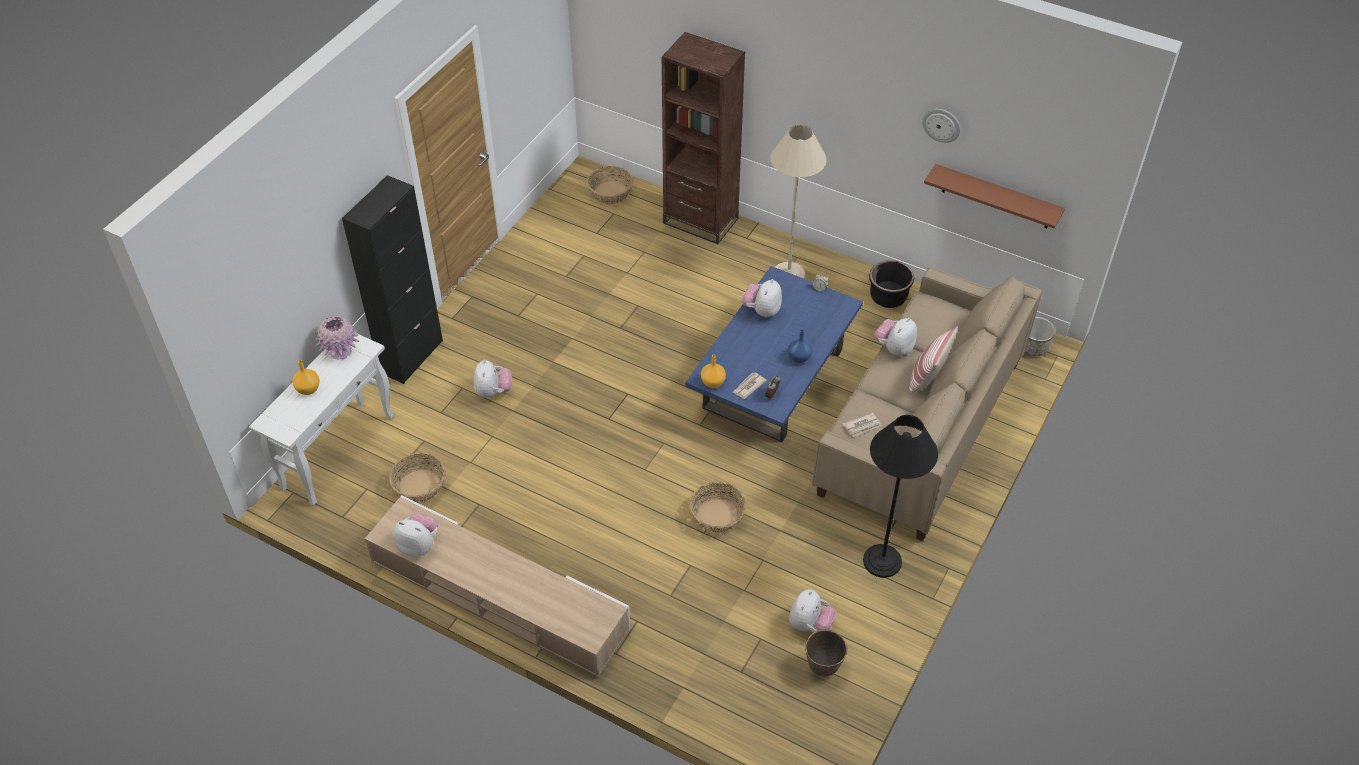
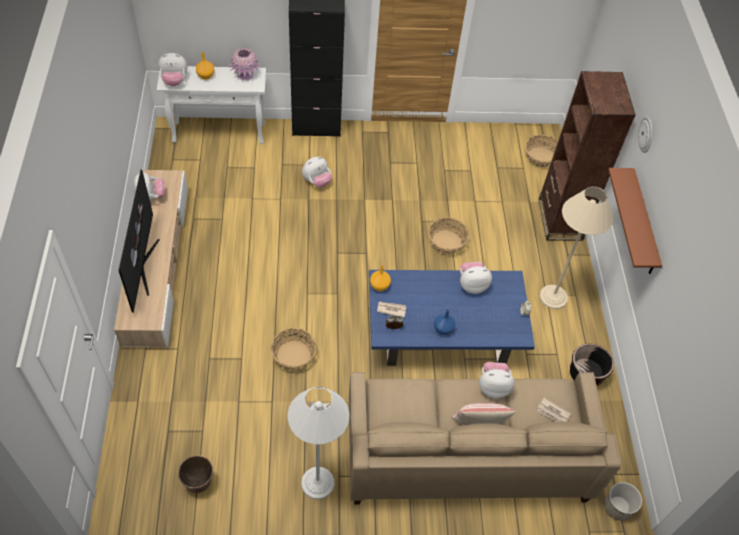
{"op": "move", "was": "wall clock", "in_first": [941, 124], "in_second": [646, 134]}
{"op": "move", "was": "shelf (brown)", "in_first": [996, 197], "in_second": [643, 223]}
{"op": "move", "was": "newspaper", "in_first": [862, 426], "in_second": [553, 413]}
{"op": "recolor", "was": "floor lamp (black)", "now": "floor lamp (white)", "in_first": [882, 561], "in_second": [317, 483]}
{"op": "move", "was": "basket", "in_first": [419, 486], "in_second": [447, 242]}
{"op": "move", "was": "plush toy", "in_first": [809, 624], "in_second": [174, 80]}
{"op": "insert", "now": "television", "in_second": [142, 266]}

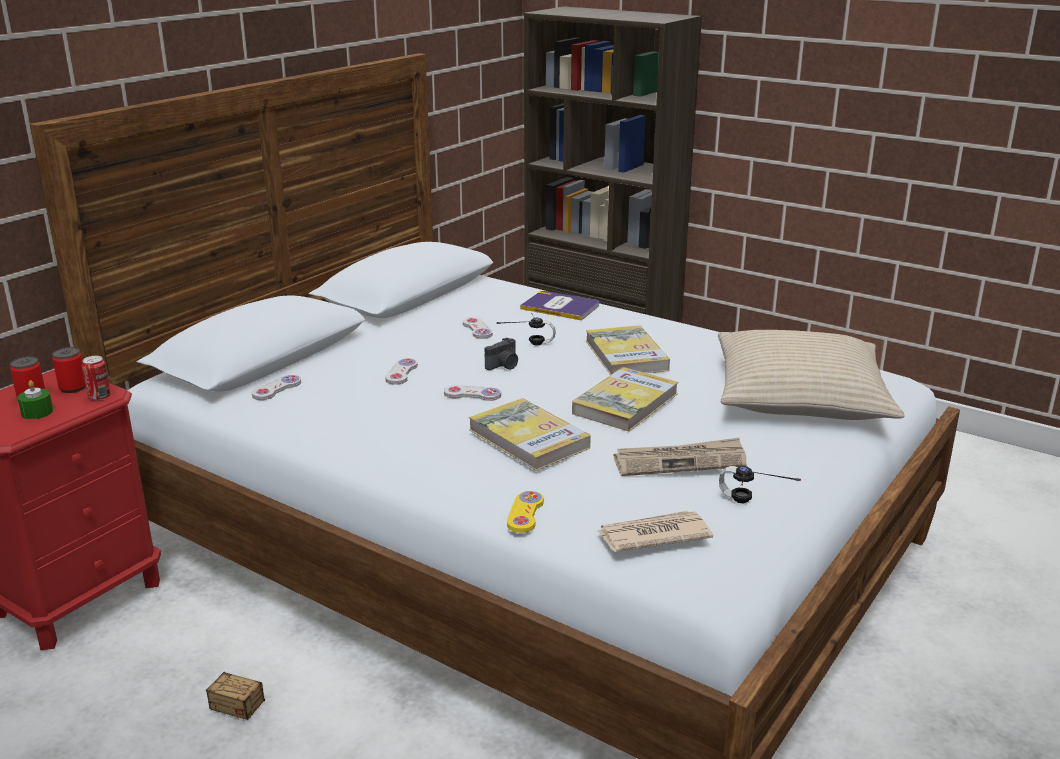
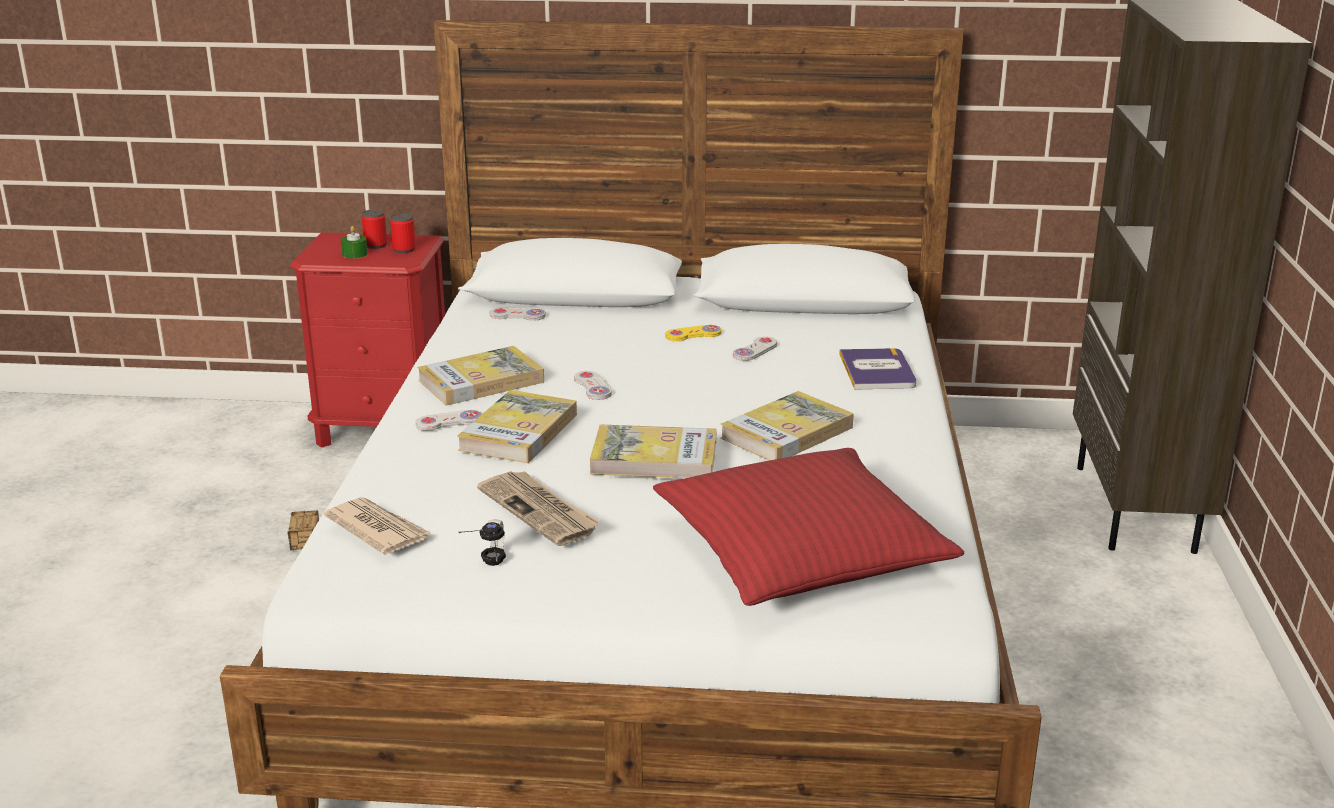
{"op": "delete", "was": "headphones", "in_first": [526, 341]}
{"op": "recolor", "was": "pillow (beige)", "now": "pillow (red)", "in_first": [799, 396], "in_second": [802, 551]}
{"op": "delete", "was": "photo camera", "in_first": [504, 366]}
{"op": "delete", "was": "can", "in_first": [99, 397]}
{"op": "move", "was": "game controller (white)", "in_first": [401, 373], "in_second": [449, 422]}
{"op": "move", "was": "game controller (yellow)", "in_first": [525, 513], "in_second": [693, 335]}
{"op": "insert", "now": "book", "in_second": [481, 381]}

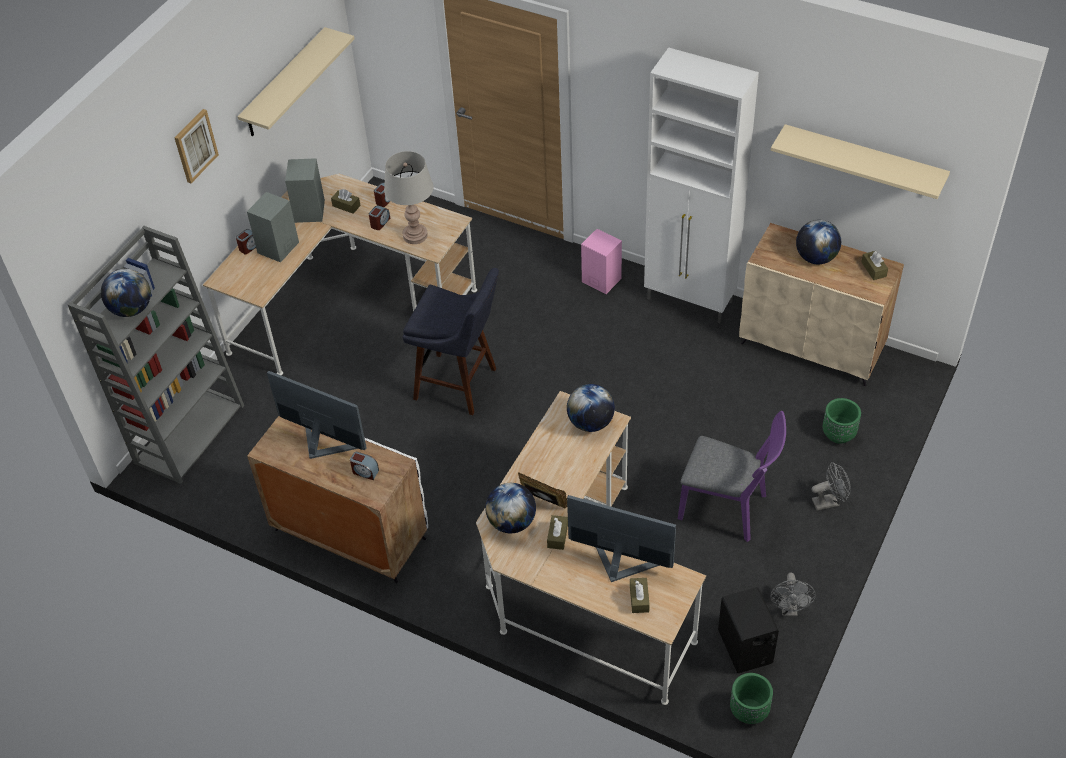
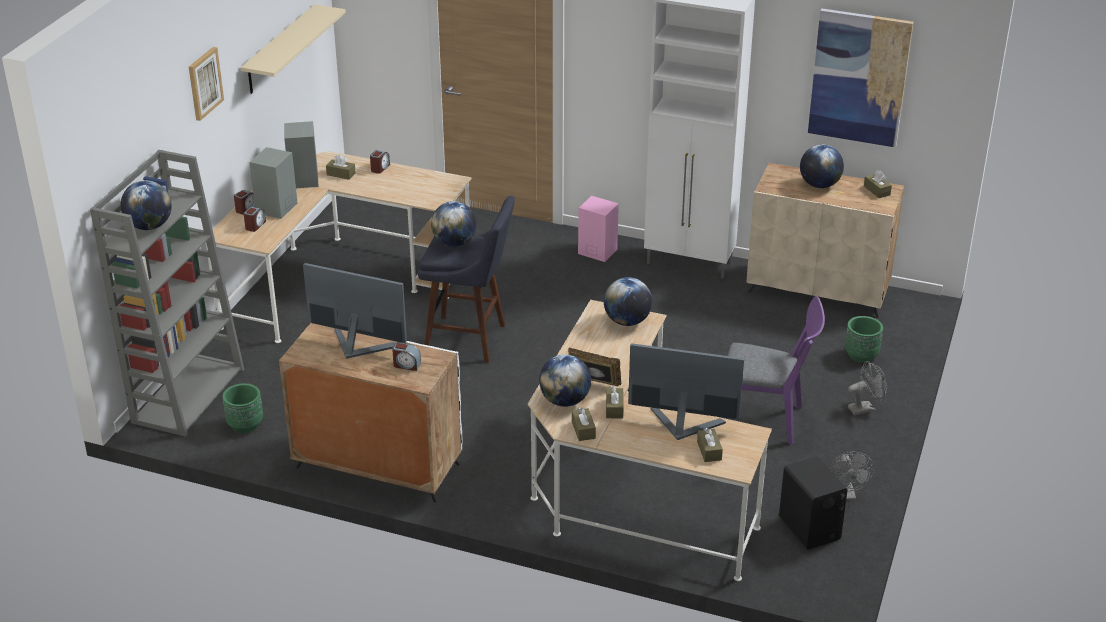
{"op": "replace", "was": "shelf (beige)", "now": "picture", "in_first": [863, 161], "in_second": [859, 77]}
{"op": "delete", "was": "table lamp (grey)", "in_first": [415, 235]}
{"op": "move", "was": "alarm clock", "in_first": [380, 223], "in_second": [255, 225]}
{"op": "move", "was": "planter (green)", "in_first": [749, 710], "in_second": [245, 425]}
{"op": "insert", "now": "globe", "in_second": [454, 243]}
{"op": "insert", "now": "tissue box (brown)", "in_second": [583, 430]}

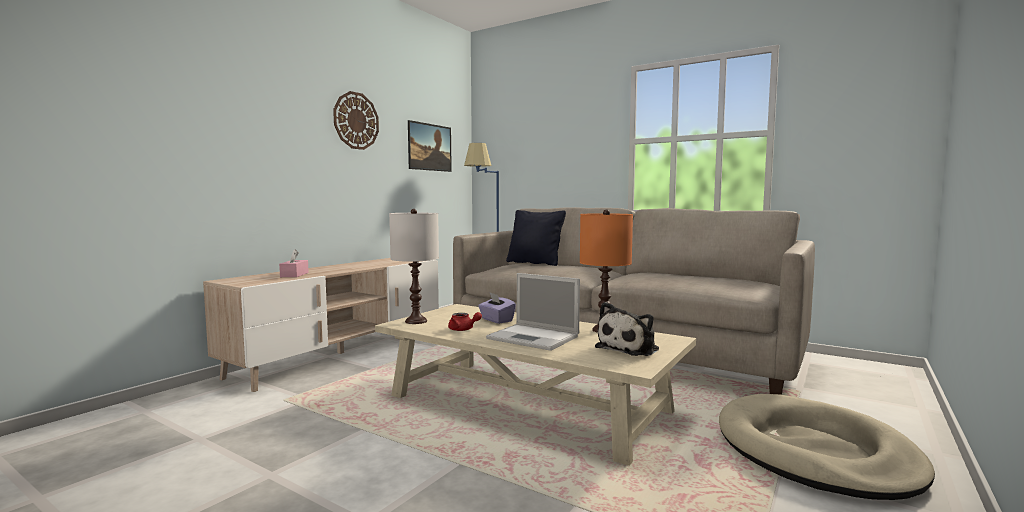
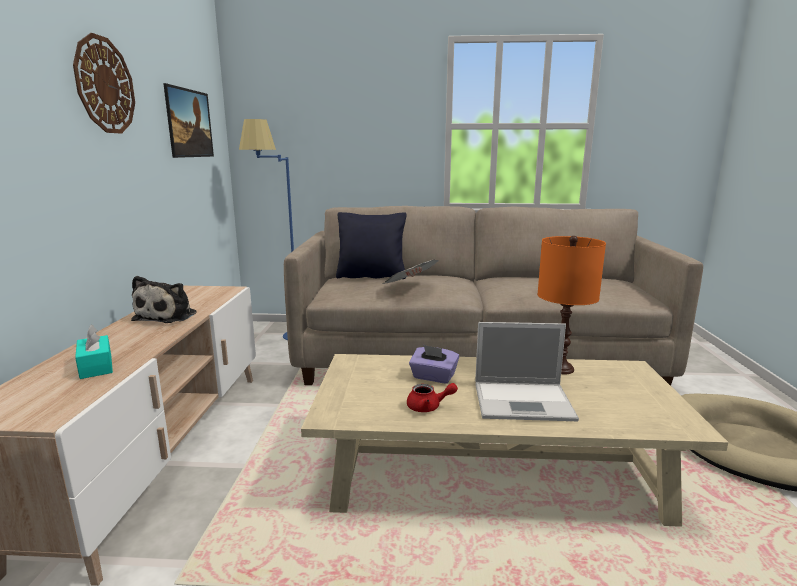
{"op": "delete", "was": "table lamp (white)", "in_first": [415, 321]}
{"op": "recolor", "was": "tissue box (pink)", "now": "tissue box (turquoise)", "in_first": [294, 275], "in_second": [96, 366]}
{"op": "move", "was": "plush toy", "in_first": [630, 348], "in_second": [168, 316]}
{"op": "insert", "now": "newspaper", "in_second": [409, 287]}

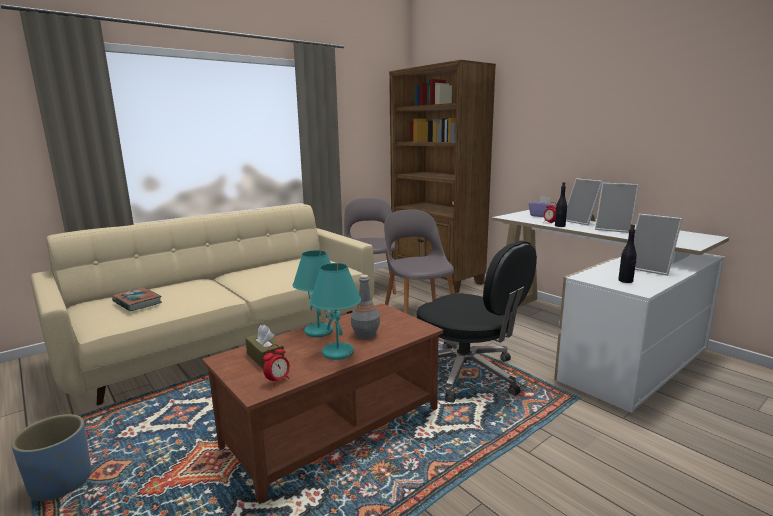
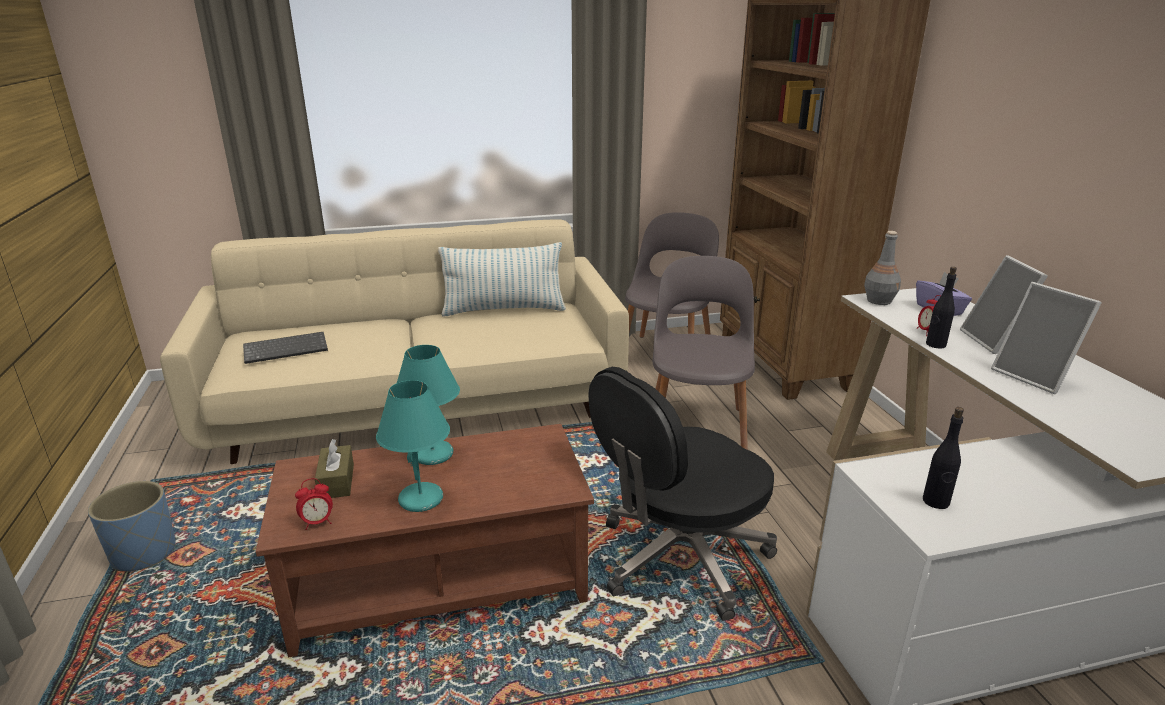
{"op": "delete", "was": "picture frame", "in_first": [650, 269]}
{"op": "rotate", "was": "office chair (black)", "in_first": [467, 374], "in_second": [680, 559], "clockwise": 75}
{"op": "move", "was": "bottle (grey)", "in_first": [365, 334], "in_second": [879, 300]}
{"op": "replace", "was": "book", "now": "keyboard", "in_first": [137, 302], "in_second": [287, 349]}
{"op": "insert", "now": "pillow", "in_second": [504, 310]}

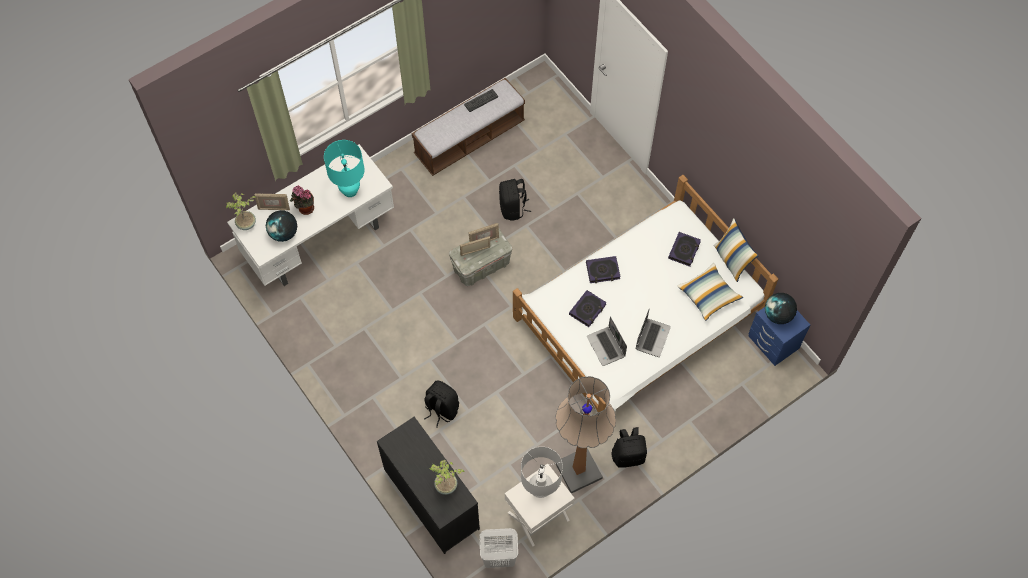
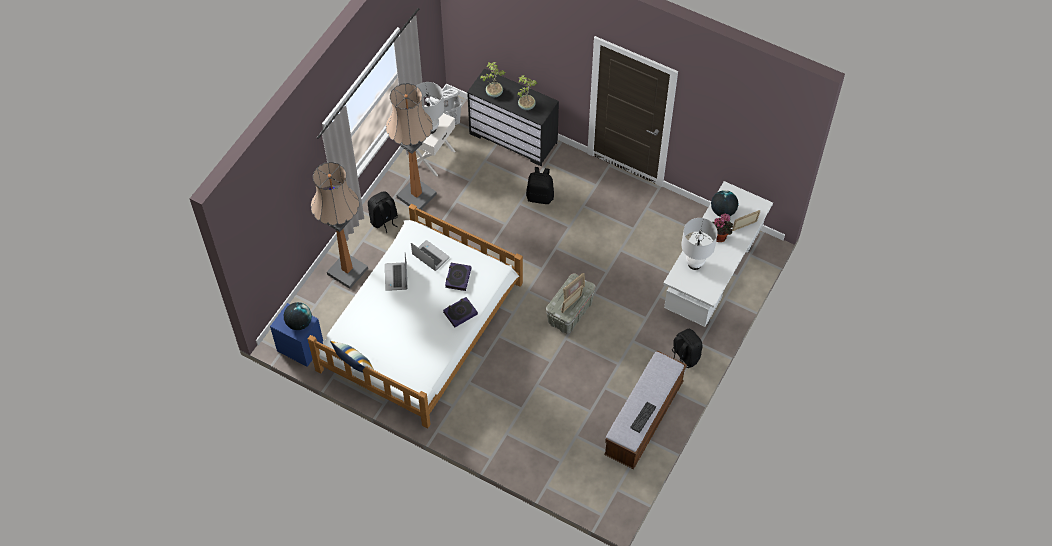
{"op": "recolor", "was": "table lamp (turquoise)", "now": "table lamp (white)", "in_first": [350, 191], "in_second": [694, 264]}
{"op": "move", "was": "backpack (black)", "in_first": [513, 208], "in_second": [684, 356]}
{"op": "move", "was": "potted plant", "in_first": [247, 224], "in_second": [526, 105]}
{"op": "delete", "was": "book", "in_first": [684, 250]}
{"op": "delete", "was": "pillow", "in_first": [708, 295]}
{"op": "insert", "now": "floor lamp", "in_second": [347, 271]}

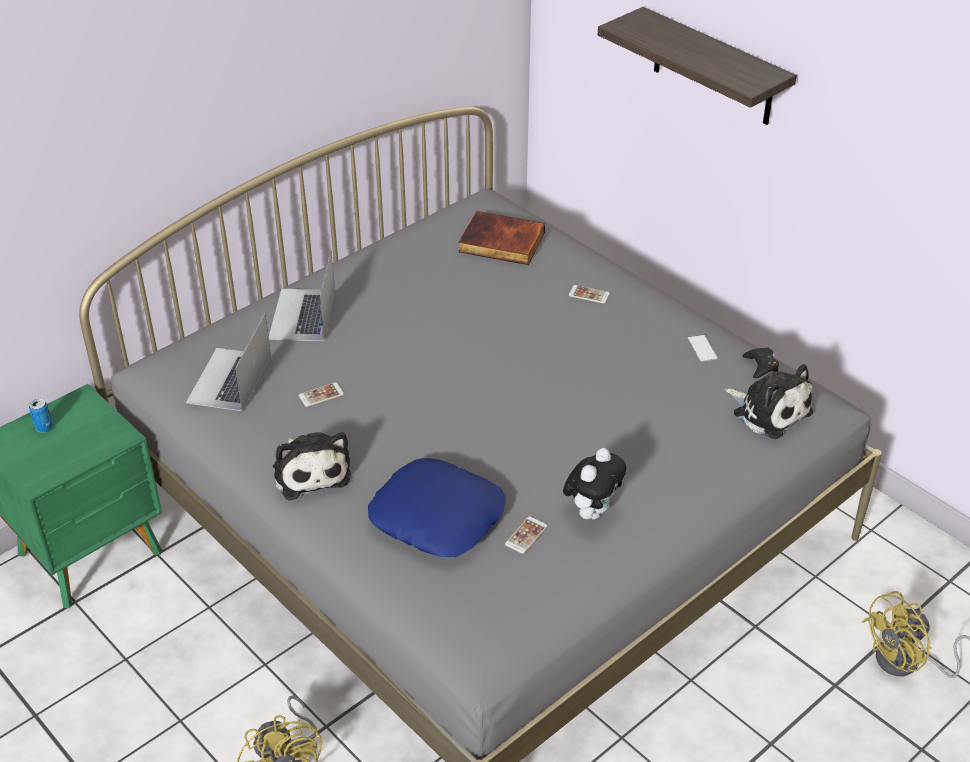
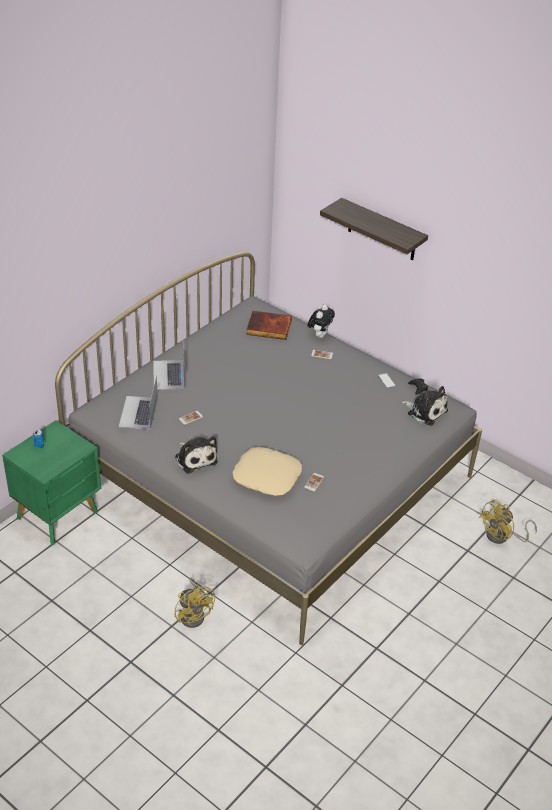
{"op": "move", "was": "plush toy", "in_first": [592, 511], "in_second": [319, 335]}
{"op": "recolor", "was": "pillow (blue)", "now": "pillow (beige)", "in_first": [438, 516], "in_second": [267, 476]}

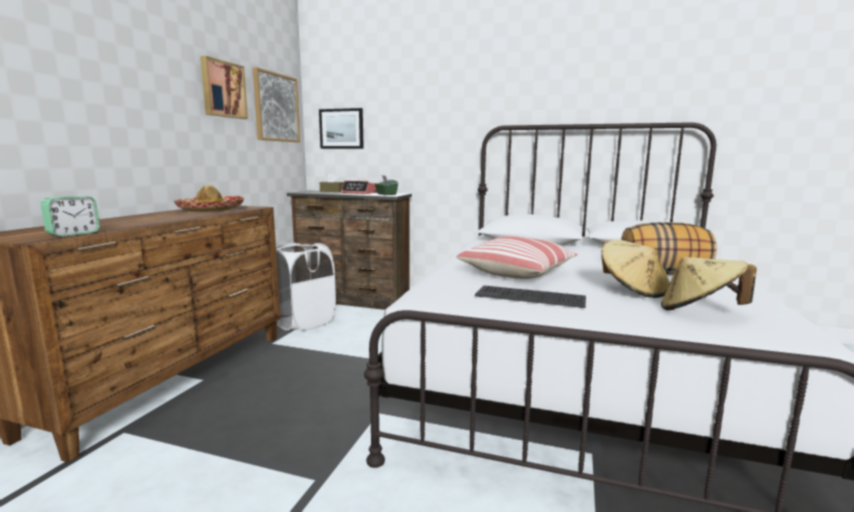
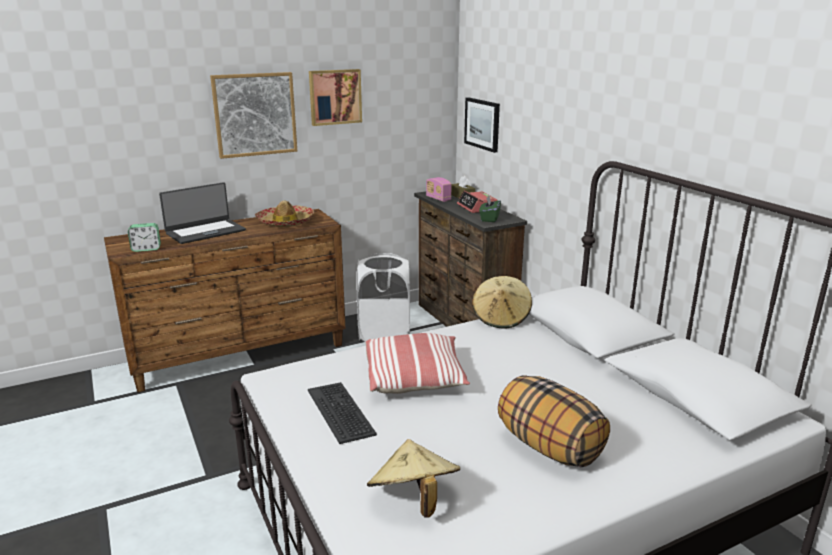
{"op": "move", "was": "picture", "in_first": [276, 107], "in_second": [255, 114]}
{"op": "move", "was": "hat (beige)", "in_first": [632, 290], "in_second": [501, 318]}
{"op": "insert", "now": "radio", "in_second": [438, 199]}
{"op": "insert", "now": "laptop", "in_second": [205, 232]}

